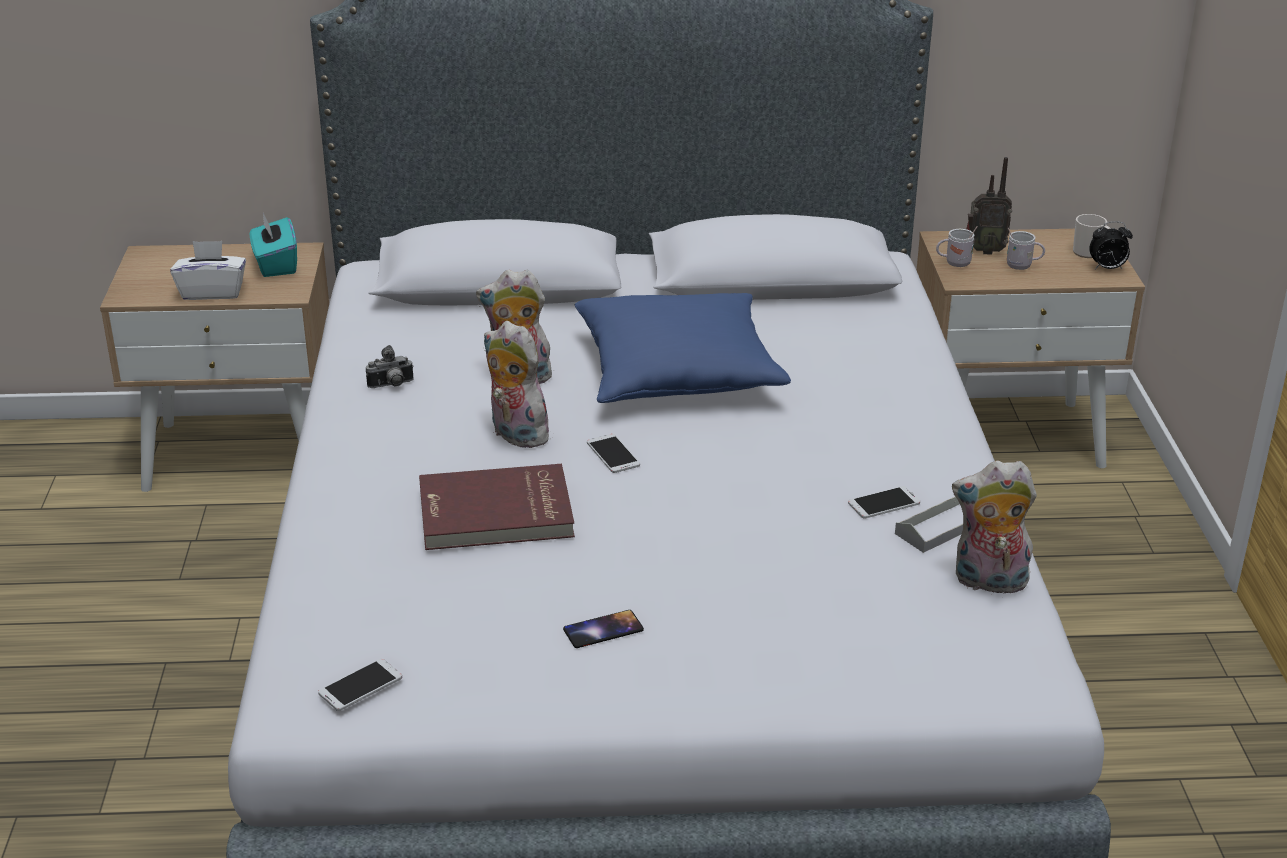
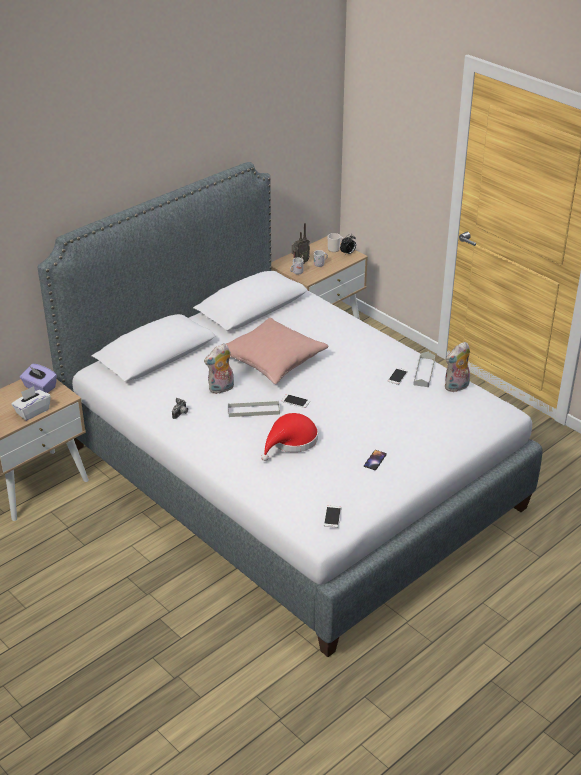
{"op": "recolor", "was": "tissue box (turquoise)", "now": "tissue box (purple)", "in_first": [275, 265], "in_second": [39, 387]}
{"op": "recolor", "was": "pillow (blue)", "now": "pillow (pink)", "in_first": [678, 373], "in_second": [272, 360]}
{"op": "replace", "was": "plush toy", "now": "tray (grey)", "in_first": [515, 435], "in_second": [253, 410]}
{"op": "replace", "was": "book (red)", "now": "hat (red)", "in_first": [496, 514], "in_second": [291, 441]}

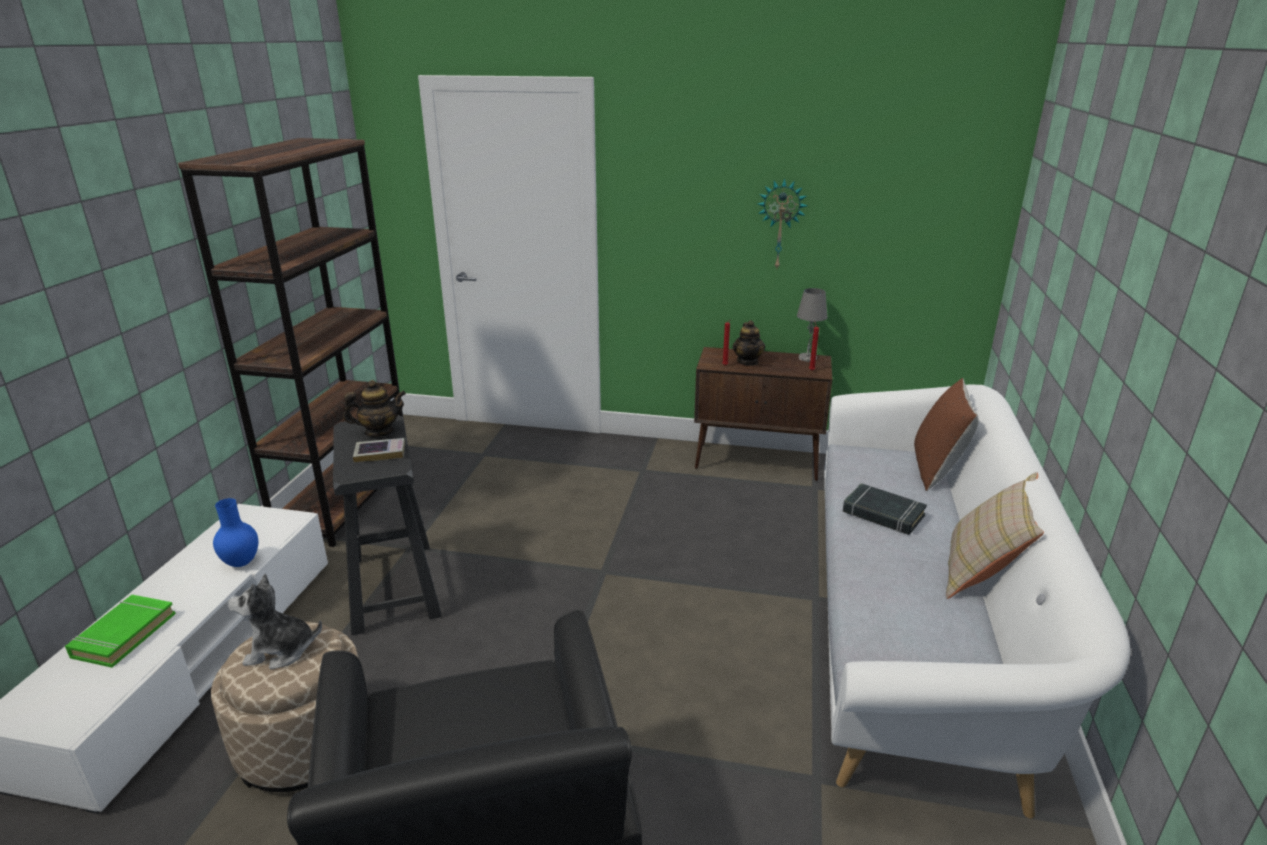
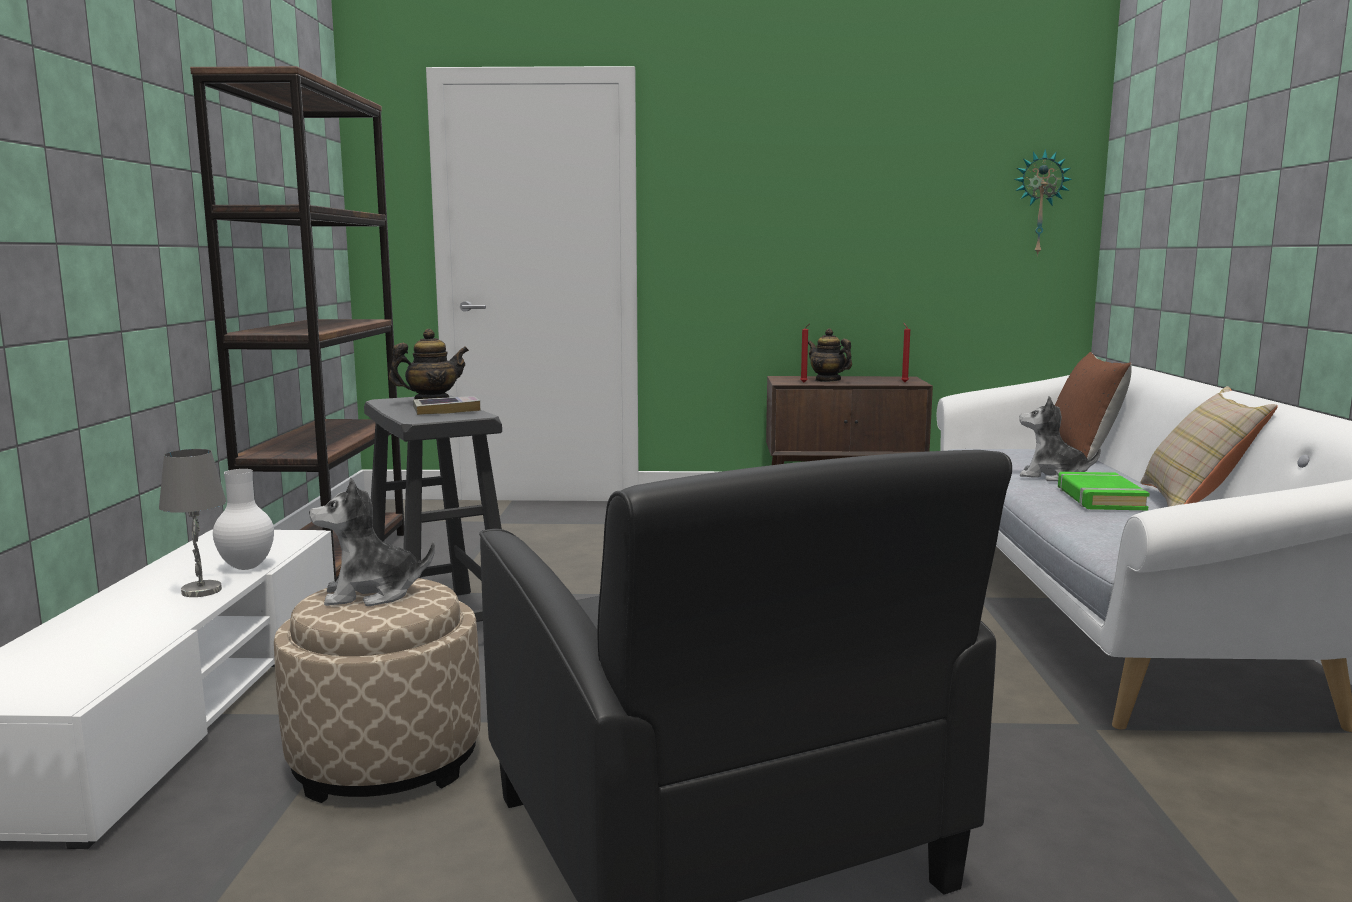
{"op": "move", "was": "wall clock", "in_first": [780, 224], "in_second": [1039, 203]}
{"op": "move", "was": "table lamp (grey)", "in_first": [808, 358], "in_second": [202, 591]}
{"op": "rotate", "was": "teapot", "in_first": [748, 362], "in_second": [827, 380], "clockwise": 150}
{"op": "replace", "was": "book (black)", "now": "plush toy", "in_first": [882, 514], "in_second": [1052, 476]}
{"op": "recolor", "was": "vase (blue)", "now": "vase (white)", "in_first": [241, 563], "in_second": [247, 567]}
{"op": "move", "was": "book (green)", "in_first": [123, 635], "in_second": [1099, 498]}

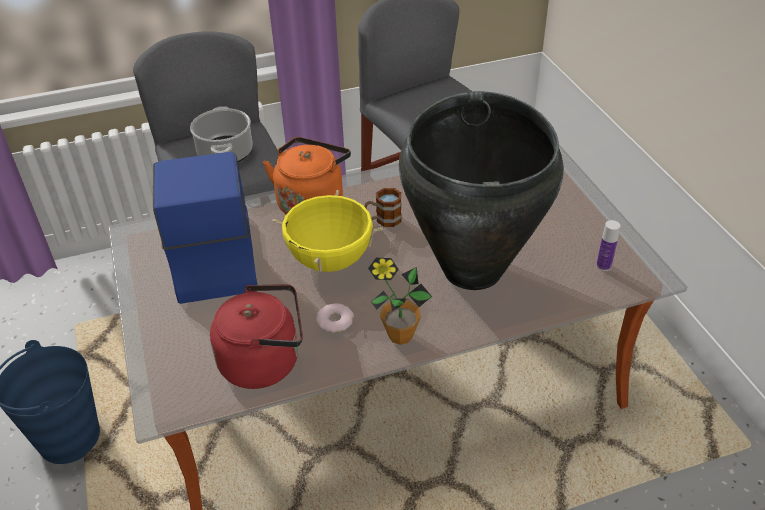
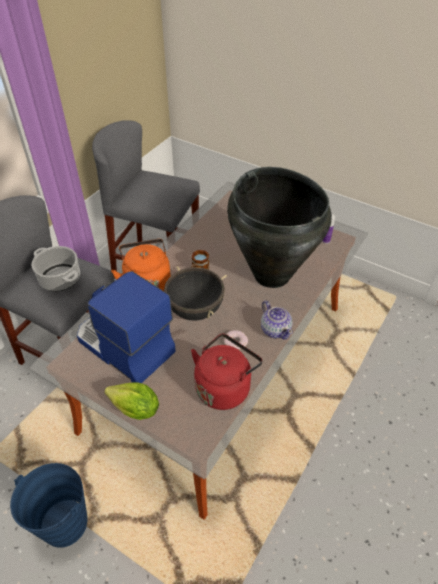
{"op": "recolor", "was": "cooking pot (yellow)", "now": "cooking pot (black)", "in_first": [330, 260], "in_second": [195, 310]}
{"op": "replace", "was": "potted plant", "now": "teapot", "in_first": [400, 335], "in_second": [275, 329]}
{"op": "insert", "now": "lettuce", "in_second": [136, 410]}

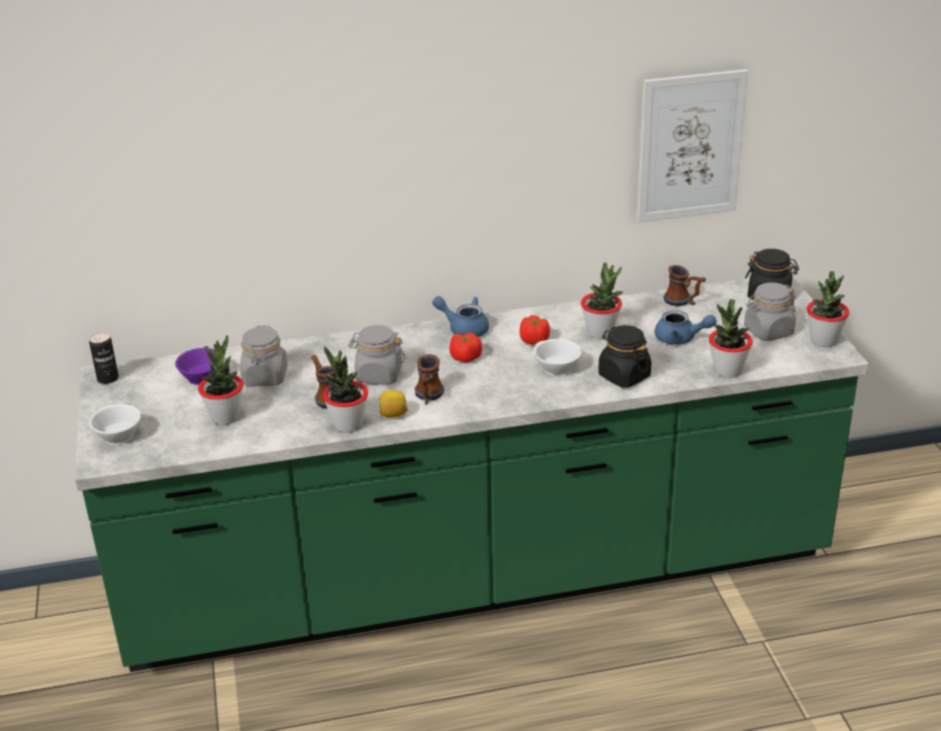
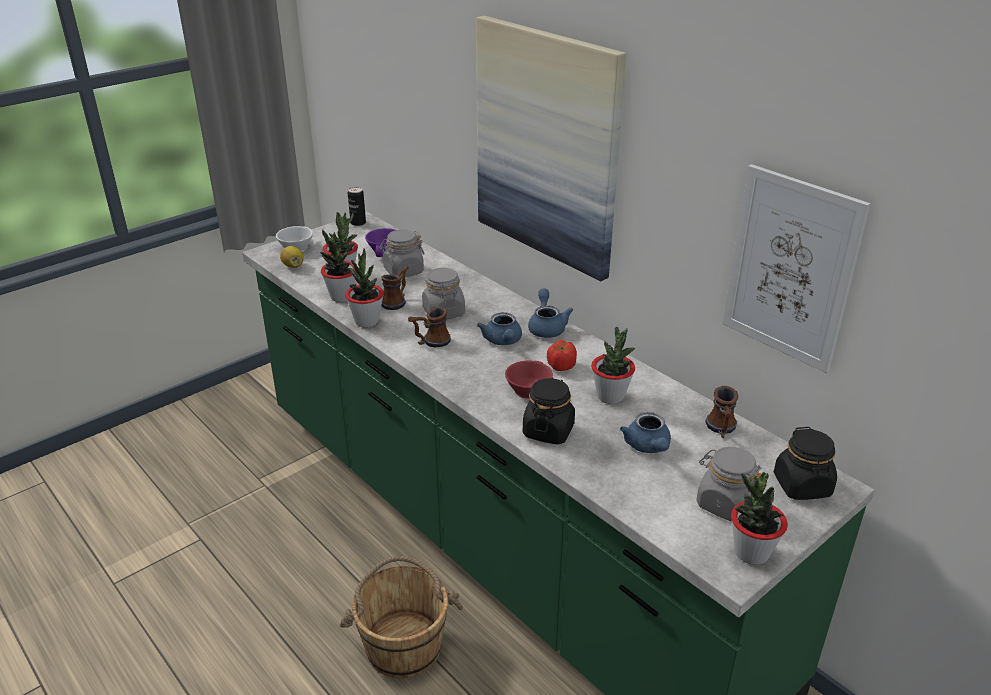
{"op": "move", "was": "potted plant", "in_first": [727, 370], "in_second": [341, 296]}
{"op": "replace", "was": "tomato", "now": "teapot (blue)", "in_first": [466, 358], "in_second": [503, 341]}
{"op": "recolor", "was": "cup (white)", "now": "cup (red)", "in_first": [555, 368], "in_second": [527, 389]}
{"op": "move", "was": "lemon", "in_first": [393, 415], "in_second": [293, 266]}
{"op": "insert", "now": "picture", "in_second": [547, 146]}
{"op": "insert", "now": "bucket (brown)", "in_second": [404, 645]}

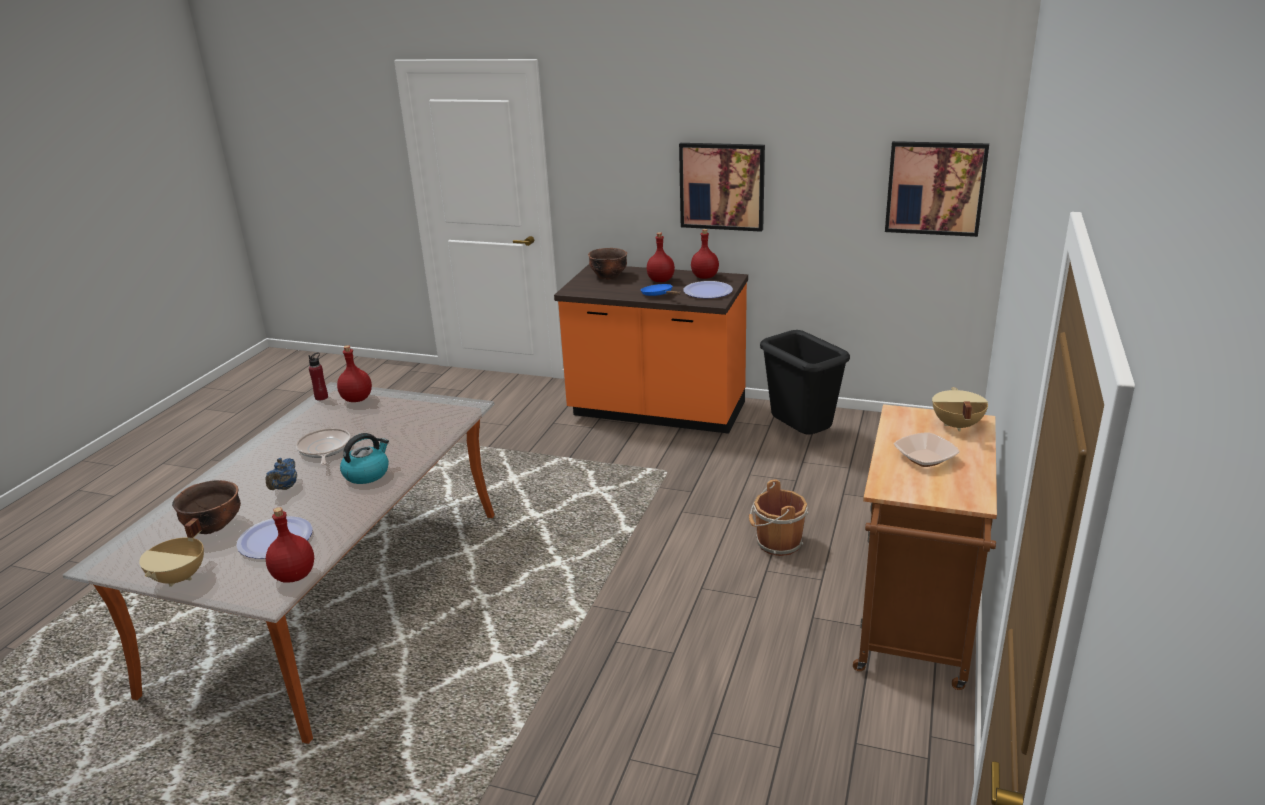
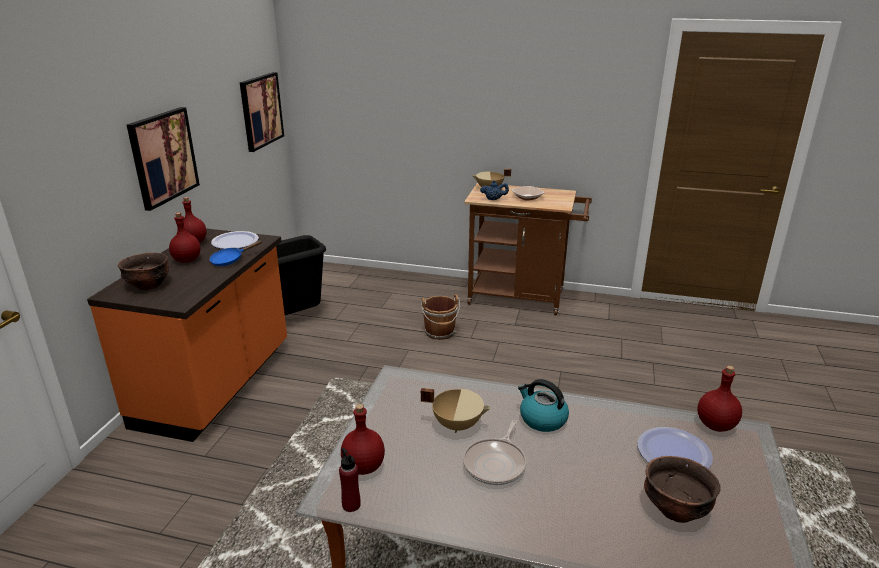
{"op": "rotate", "was": "frying pan", "in_first": [324, 449], "in_second": [496, 463], "clockwise": -45}
{"op": "move", "was": "teapot (blue)", "in_first": [285, 488], "in_second": [494, 199]}
{"op": "move", "was": "cooking pot (beige)", "in_first": [180, 578], "in_second": [457, 424]}

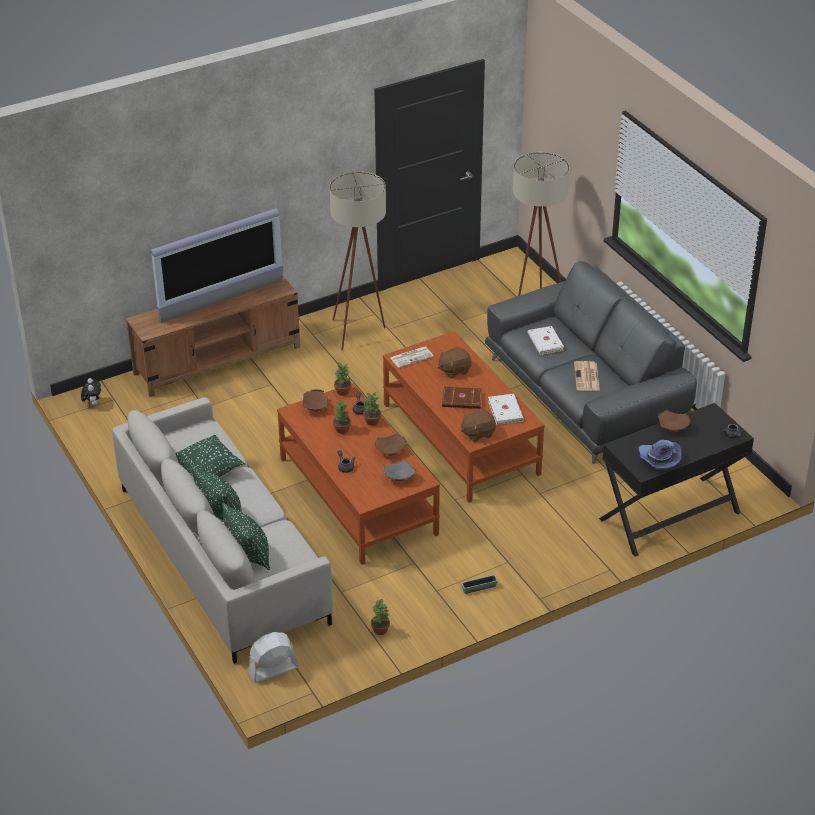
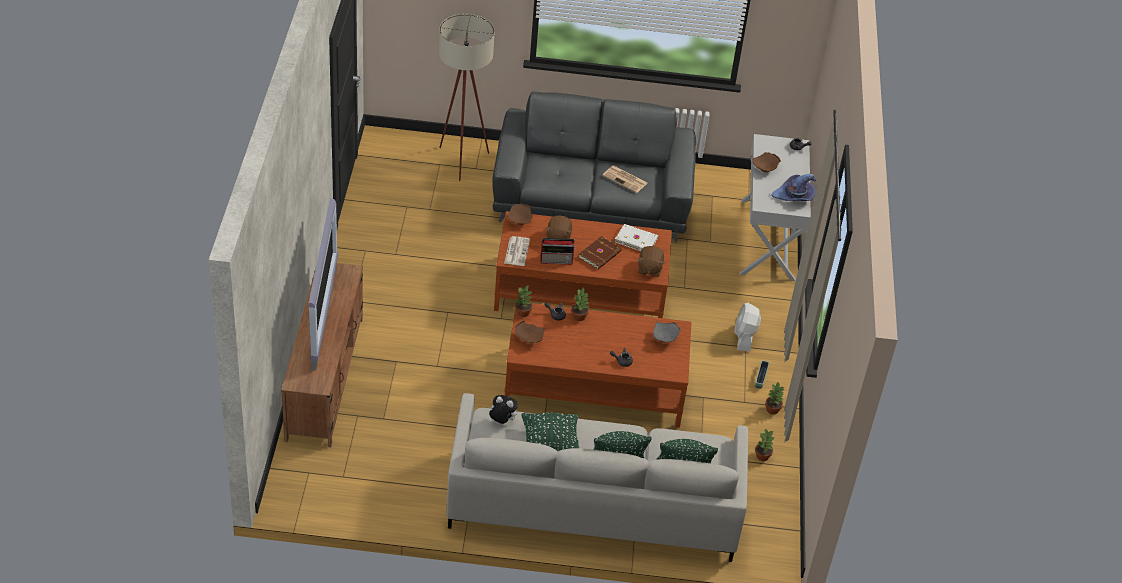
{"op": "delete", "was": "floor lamp (beige)", "in_first": [360, 332]}
{"op": "delete", "was": "book (white)", "in_first": [544, 342]}
{"op": "move", "was": "plush toy", "in_first": [93, 404], "in_second": [502, 421]}
{"op": "move", "was": "potted plant", "in_first": [342, 430], "in_second": [772, 409]}
{"op": "recolor", "was": "console table (black)", "now": "console table (white)", "in_first": [670, 516], "in_second": [768, 239]}
{"op": "move", "was": "bowl (brown)", "in_first": [390, 451], "in_second": [519, 221]}
{"op": "move", "was": "fan (white)", "in_first": [273, 670], "in_second": [744, 337]}
{"op": "insert", "now": "radio", "in_second": [557, 260]}

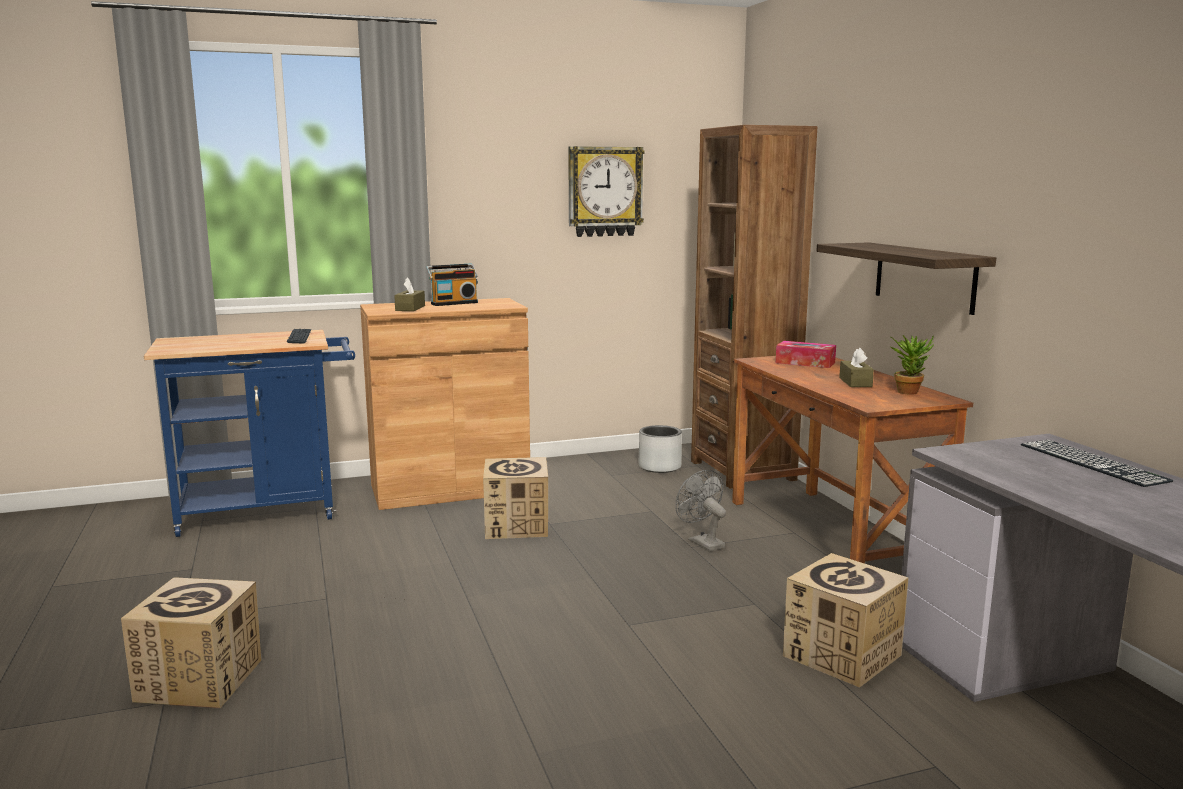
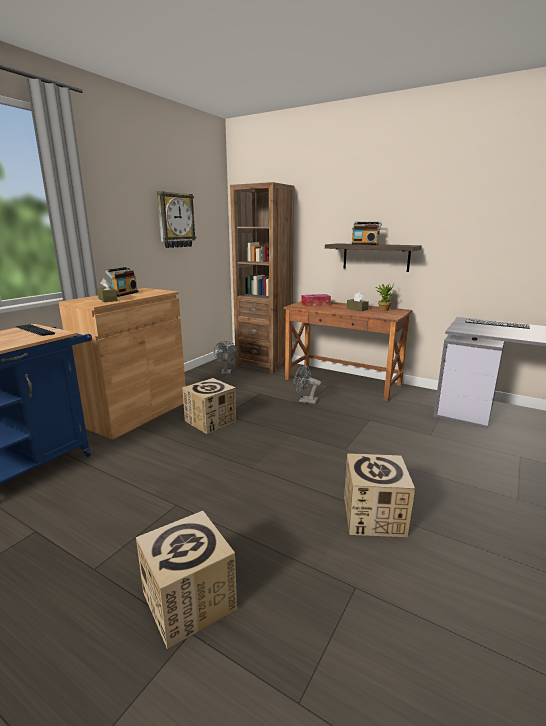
{"op": "replace", "was": "planter (grey)", "now": "fan (grey)", "in_first": [659, 467], "in_second": [226, 372]}
{"op": "move", "was": "cardboard box", "in_first": [842, 655], "in_second": [374, 516]}
{"op": "insert", "now": "radio", "in_second": [365, 244]}

